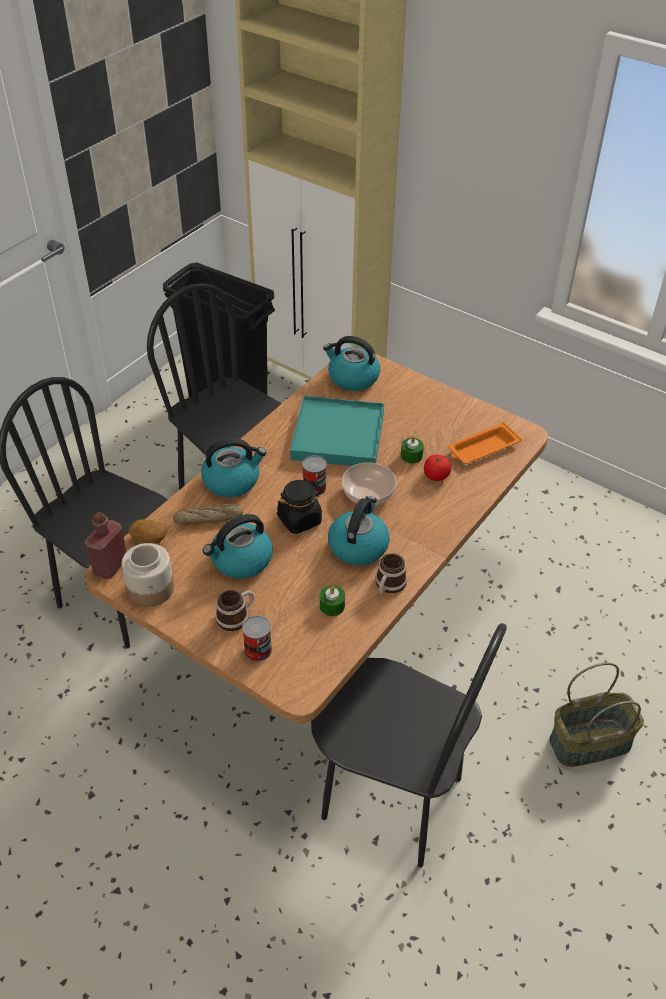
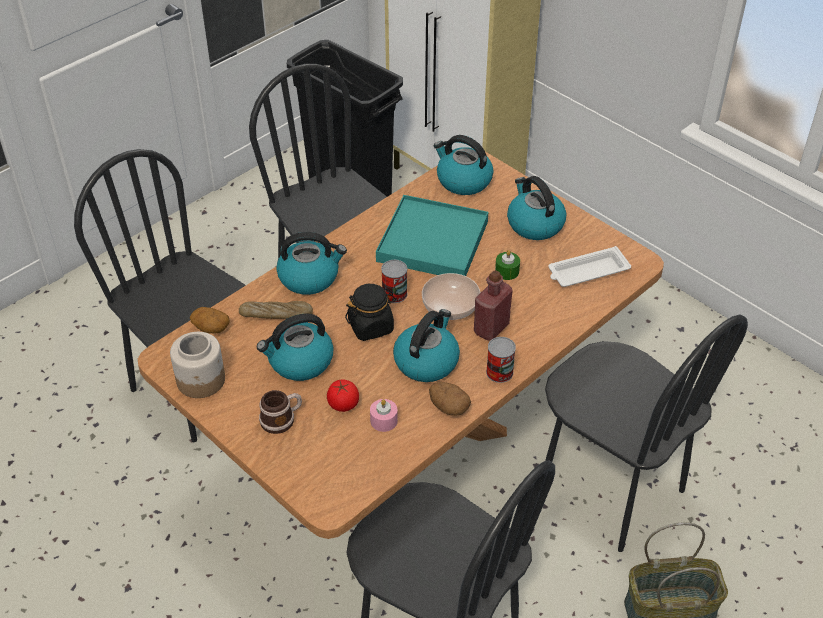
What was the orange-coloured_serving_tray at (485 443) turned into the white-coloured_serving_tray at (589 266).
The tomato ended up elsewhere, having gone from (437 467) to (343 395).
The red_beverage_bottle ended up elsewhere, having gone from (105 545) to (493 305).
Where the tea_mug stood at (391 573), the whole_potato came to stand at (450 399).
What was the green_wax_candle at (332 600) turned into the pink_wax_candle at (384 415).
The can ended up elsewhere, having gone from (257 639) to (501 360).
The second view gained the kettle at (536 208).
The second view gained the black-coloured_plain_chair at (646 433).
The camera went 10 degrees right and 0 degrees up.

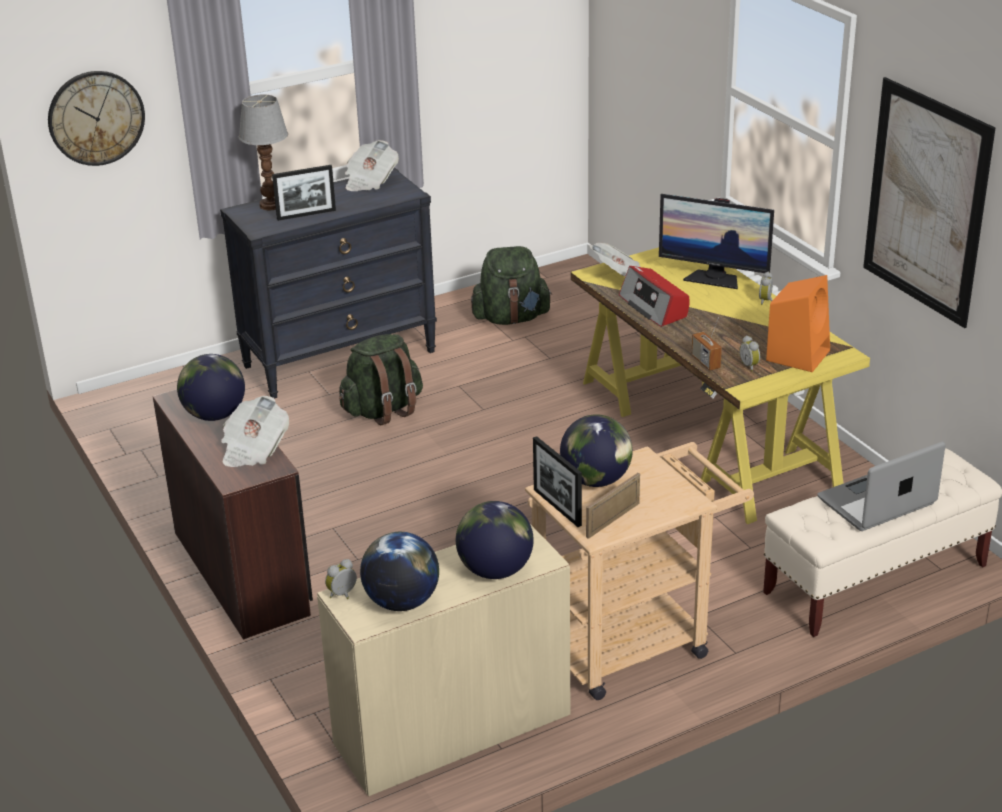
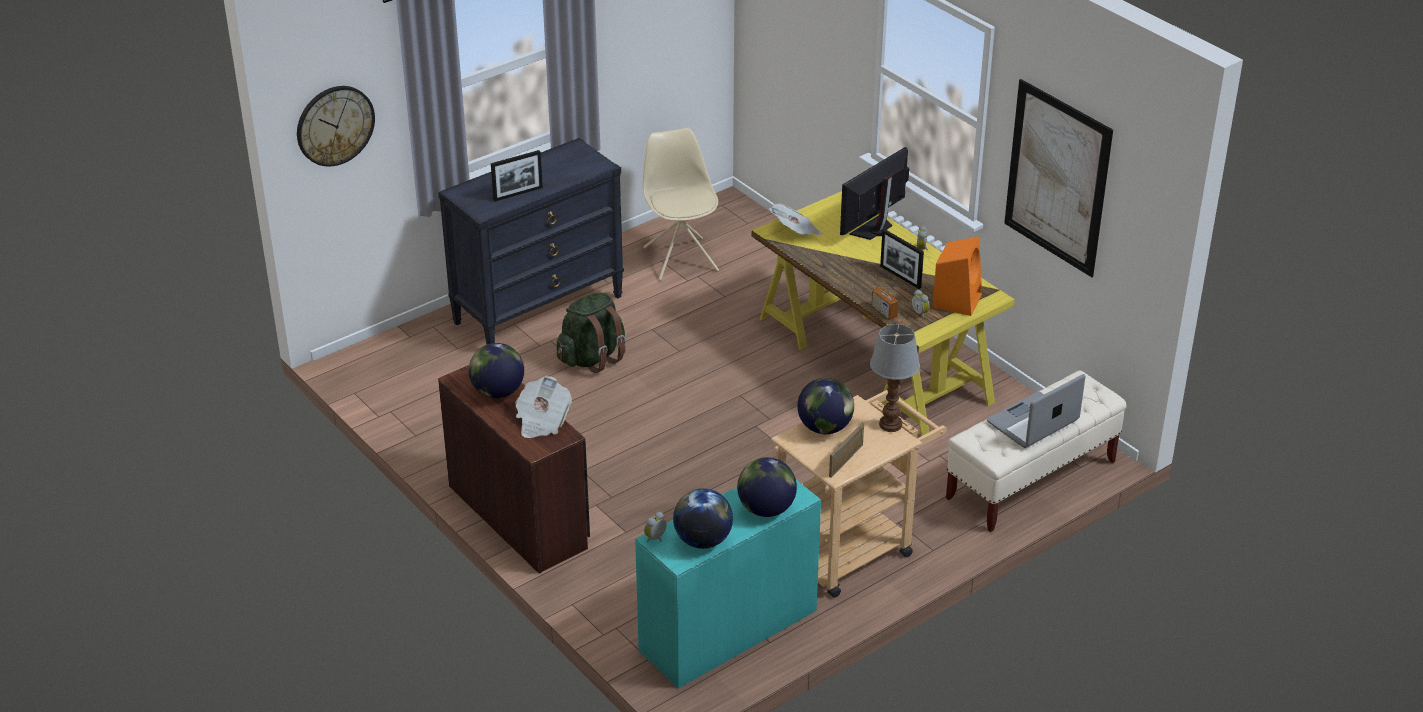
The tabletop_lamp ended up elsewhere, having gone from (263 152) to (895 378).
The second view lost the daily_paper at (372 165).
The computer_screen at (716 241) ended up facing another way, 120 degrees clockwise from before.
Where the green_knapsack stood at (511 285), the beige-coloured_plain_chair came to stand at (681 204).
The second view lost the radio_set at (654 296).
The standing_frame ended up elsewhere, having gone from (557 481) to (902 259).
What was the beige-coloured_desk at (443 660) turned into the blue-green_desk at (728 584).
The camera went 10 degrees left and 5 degrees up.

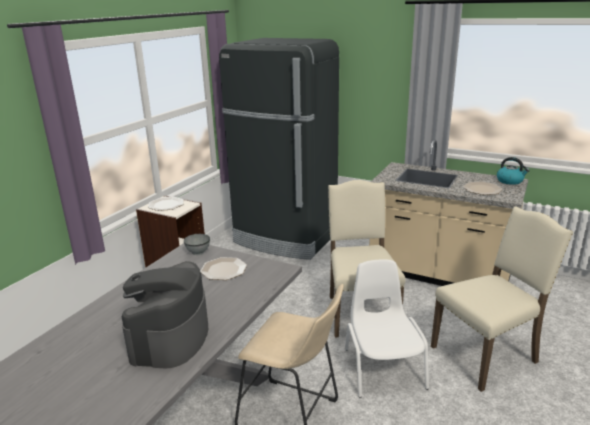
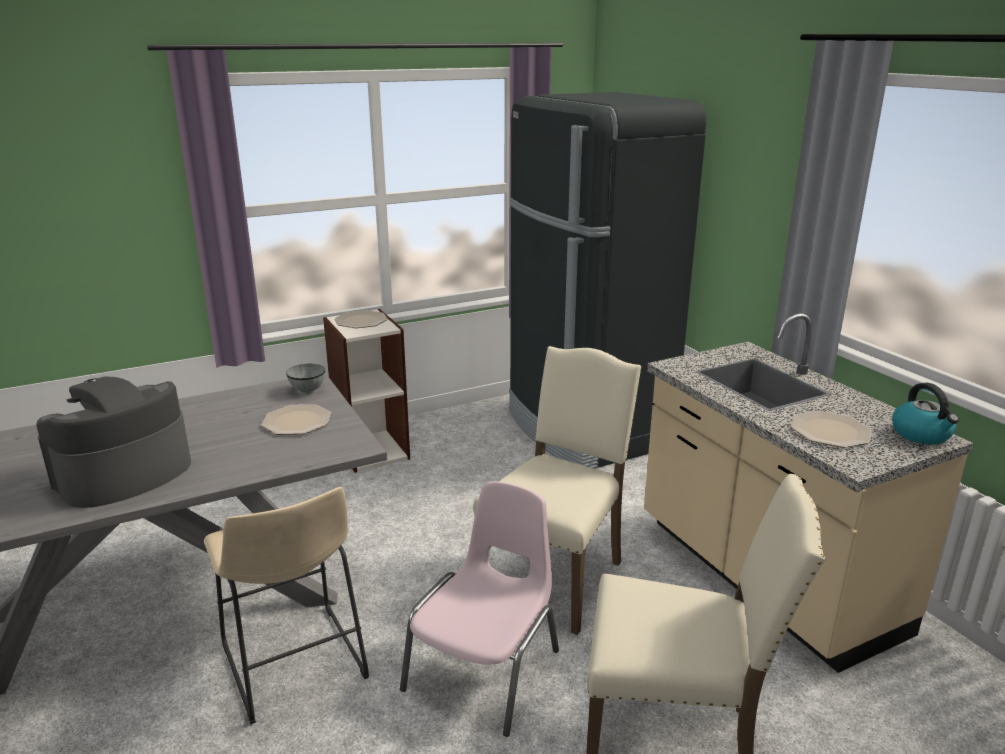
What was the white-coloured_plain_chair at (387 328) turned into the pink_plain_chair at (479 609).
The camera went 35 degrees right and 0 degrees up.

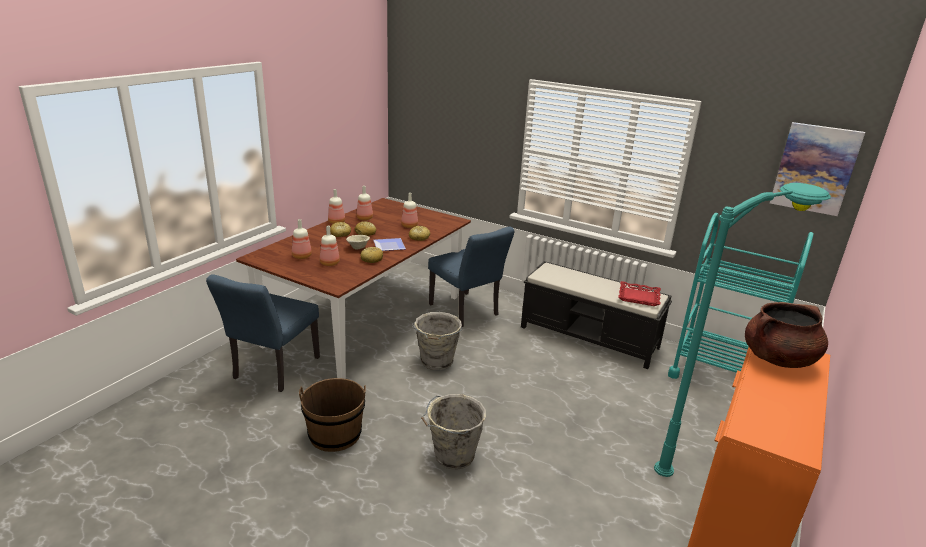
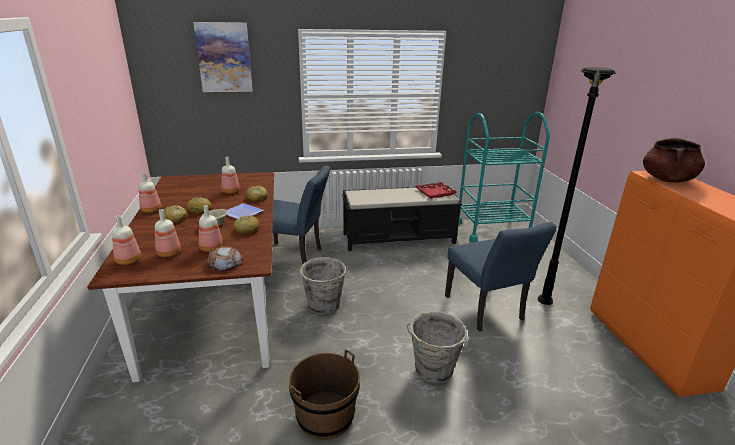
The wall_art ended up elsewhere, having gone from (817 169) to (223 57).
What was the blue-green_floor_lamp at (742 330) turned into the black-coloured_floor_lamp at (577 186).
The beverage_bottle ended up elsewhere, having gone from (364 203) to (126 240).
The blue_plain_chair ended up elsewhere, having gone from (263 333) to (501 276).
The second view gained the bread at (224 258).
The camera went 40 degrees left and 0 degrees up.

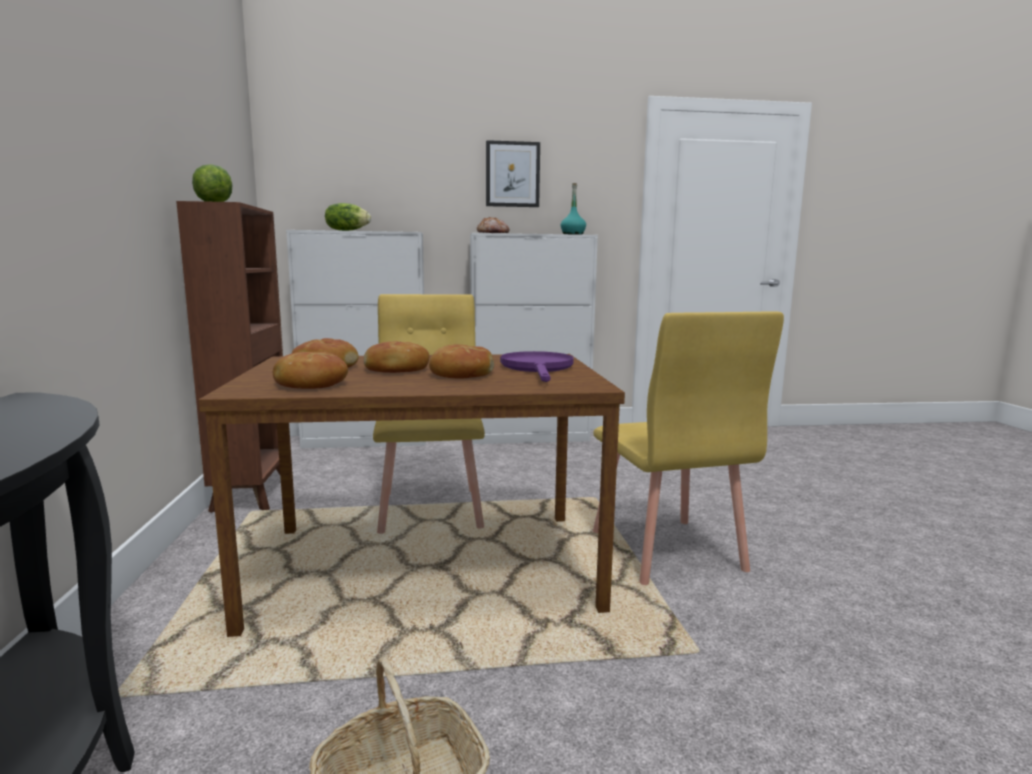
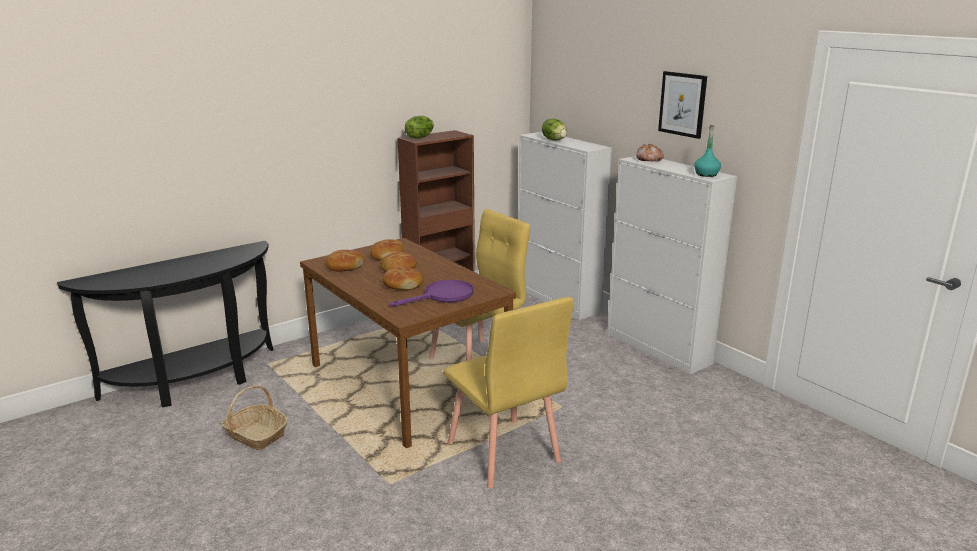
The yellow-coloured_plain_chair at (688 448) ended up facing another way, 75 degrees counterclockwise from before.
The camera went 60 degrees right and 10 degrees up.

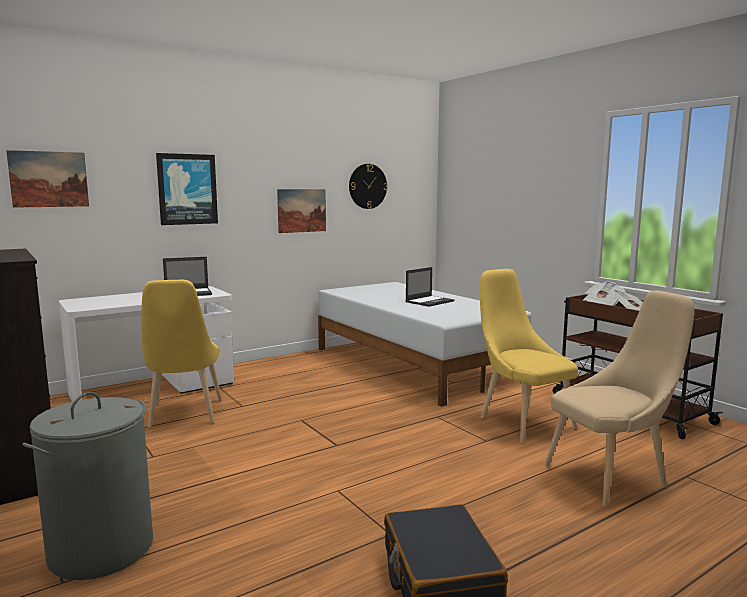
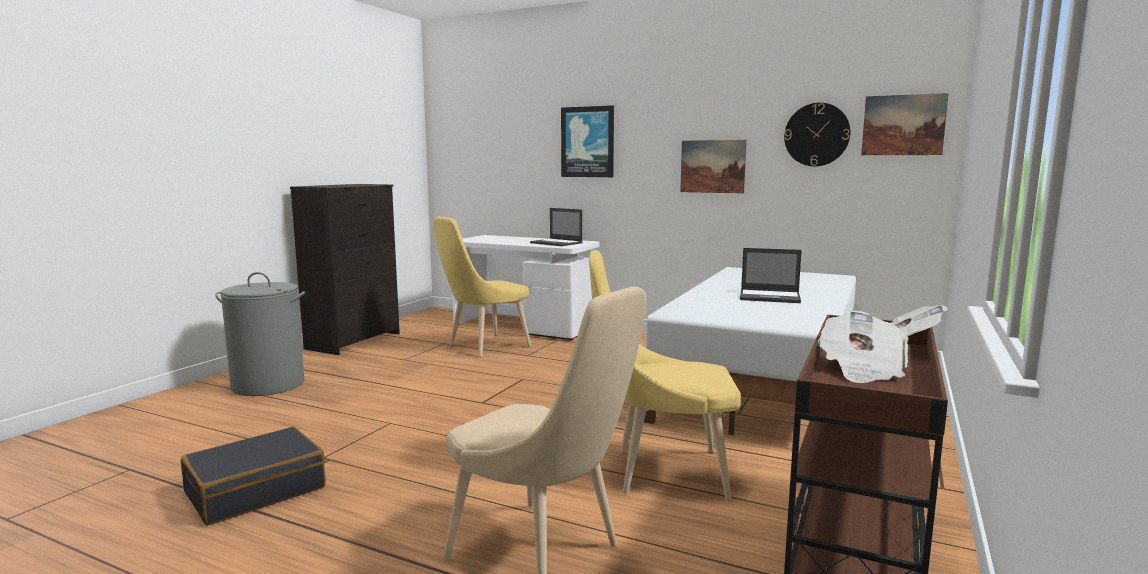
The wall_art ended up elsewhere, having gone from (47 179) to (905 124).
The yellow-coloured_plain_chair at (529 356) ended up facing another way, 120 degrees counterclockwise from before.
The camera went 60 degrees right and 0 degrees up.

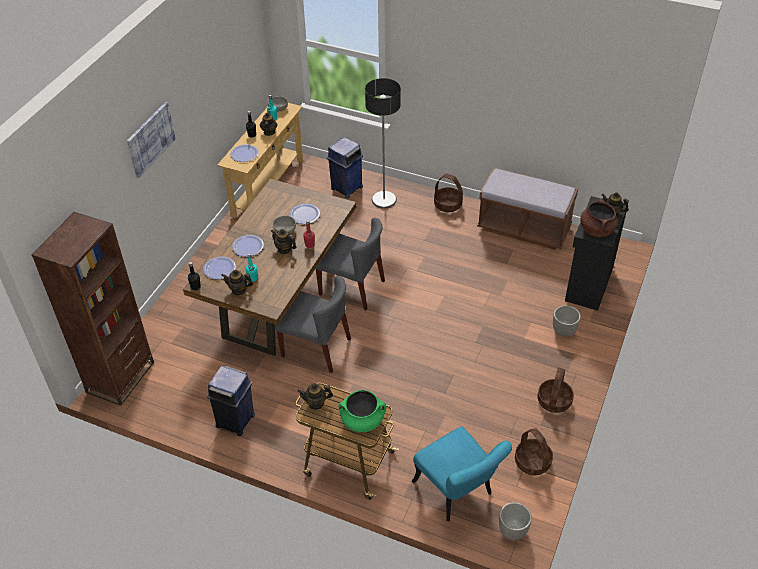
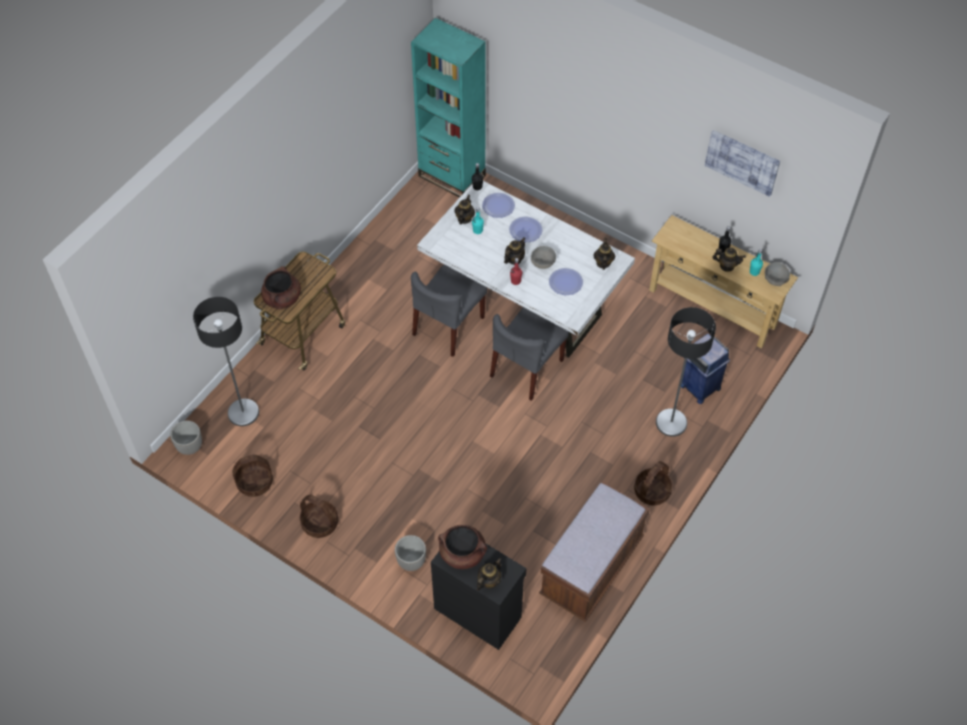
The wall_art ended up elsewhere, having gone from (151 140) to (742 163).
The second view lost the plate at (244 153).
What was the brown-coloured_kitchen_table at (269 267) turned into the white-coloured_kitchen_table at (526 269).
What was the brown-coloured_bookcase at (93 309) turned into the blue-green_bookcase at (448 107).
The second view lost the blue_trash_can at (231 401).
The tea_pot ended up elsewhere, having gone from (315 396) to (604 254).
What was the green_cooking_pot at (362 411) turned into the brown-coloured_cooking_pot at (281 288).
Where the blue-green_plain_chair stood at (462 474), the floor_lamp came to stand at (226 361).
The camera went 100 degrees right and 10 degrees up.

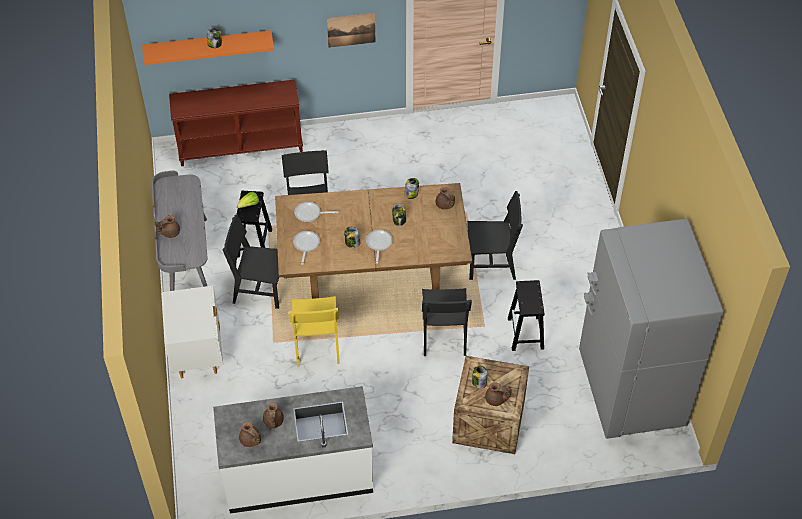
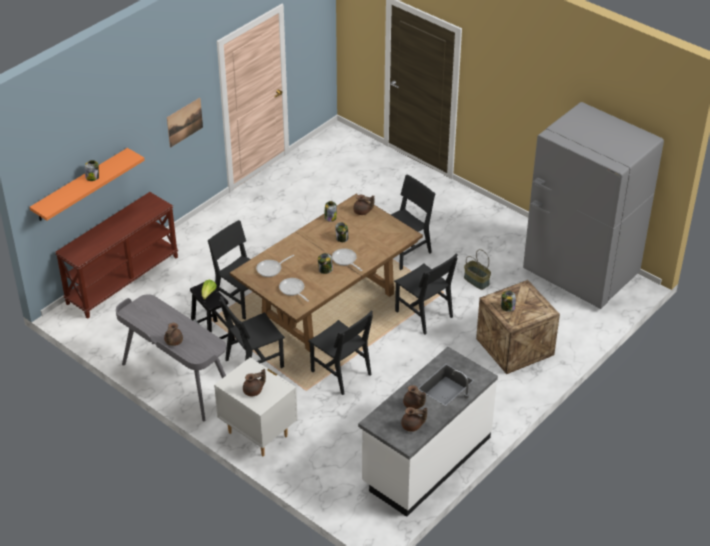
Where the black-coloured_sitting_stool stood at (526 315), the household_basket came to stand at (477 269).
What was the yellow-coloured_plain_chair at (314 331) turned into the black-coloured_plain_chair at (340 352).
The brown-coloured_tea_pot ended up elsewhere, having gone from (498 394) to (254 382).
The camera went 40 degrees left and 10 degrees down.

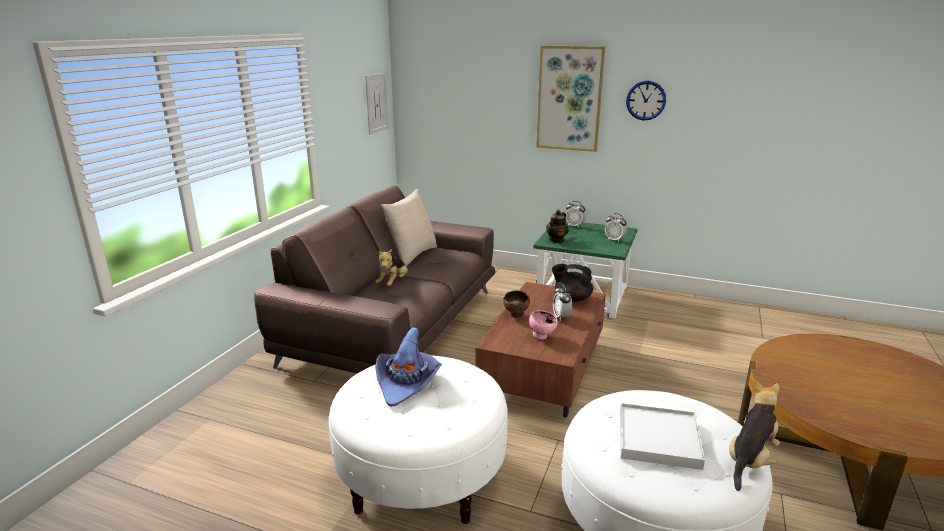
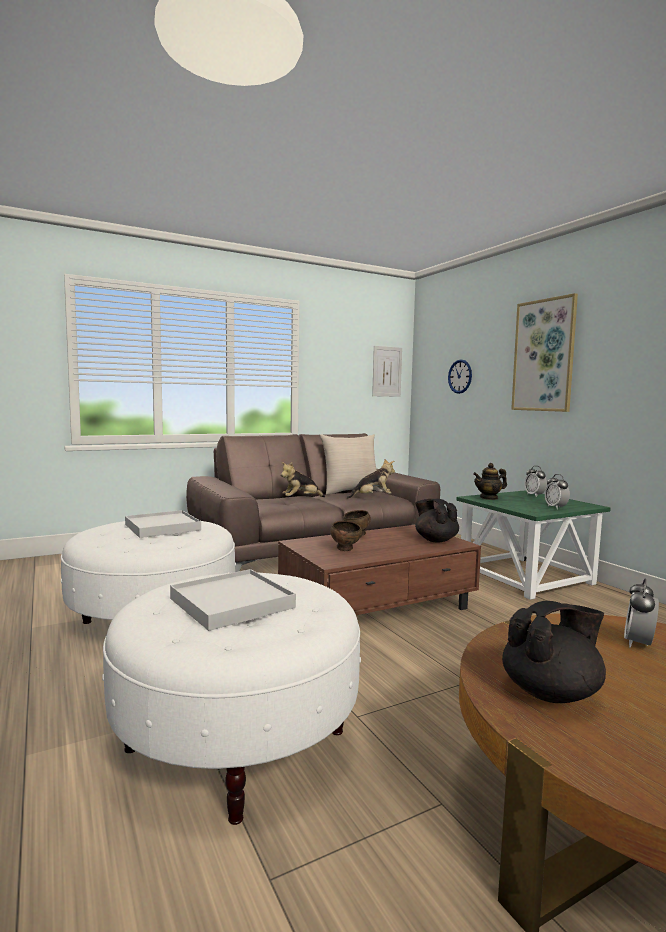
The hanging_clock ended up elsewhere, having gone from (646 101) to (460 377).
The table_clock ended up elsewhere, having gone from (562 303) to (641 613).
What was the pink_deep_dish at (543 324) turned into the brown-coloured_deep_dish at (346 536).
Where the purple-coloured_wearable_hat stood at (408 367), the white-coloured_serving_tray came to stand at (163 524).
The soft_toy ended up elsewhere, having gone from (754 436) to (371 479).
The second view gained the black-coloured_tea_pot at (554 652).
The camera went 40 degrees right and 15 degrees down.

